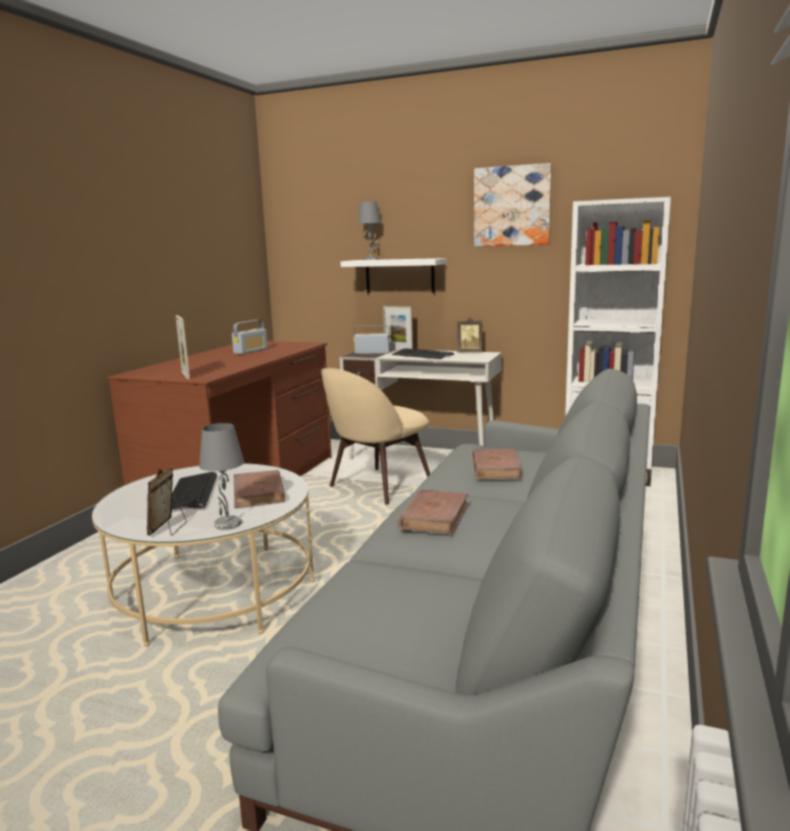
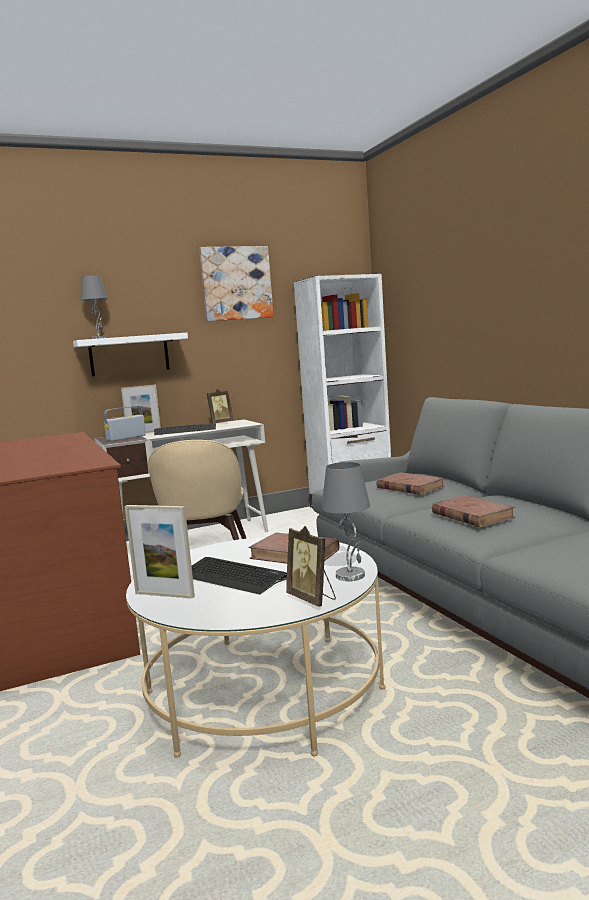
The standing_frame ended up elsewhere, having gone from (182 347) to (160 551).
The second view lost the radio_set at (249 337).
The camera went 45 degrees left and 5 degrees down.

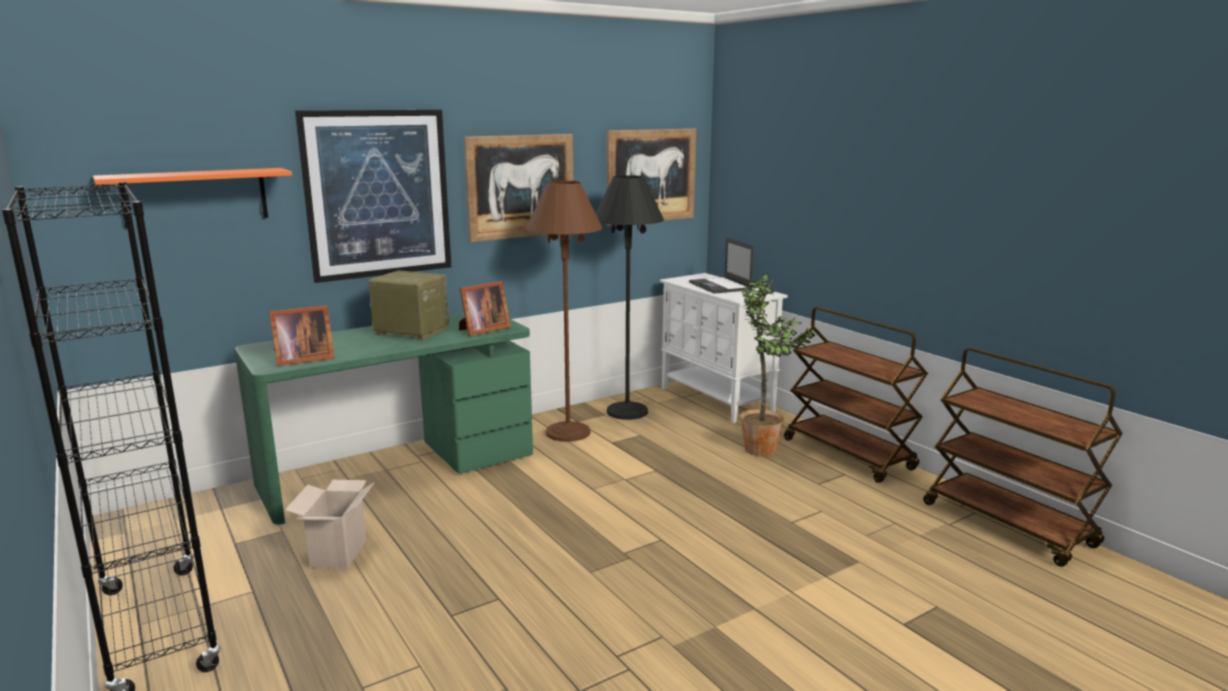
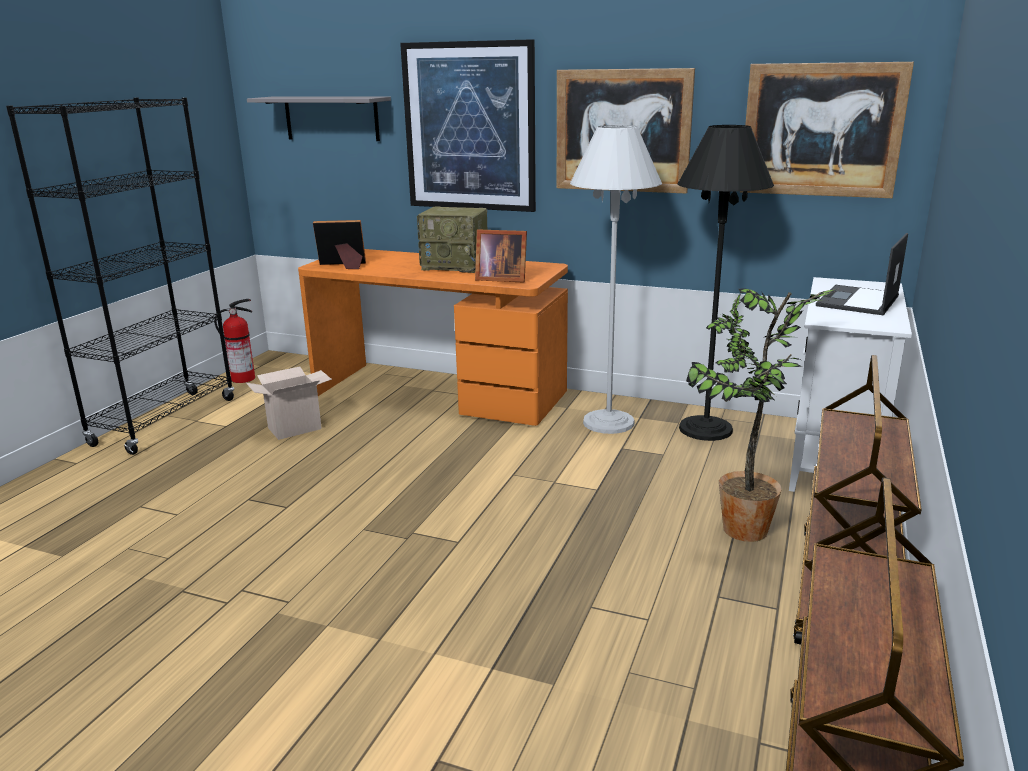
What was the orange-coloured_shelf at (192 198) turned into the gray_shelf at (319 118).
What was the brown-coloured_floor_lamp at (564 311) turned into the white-coloured_floor_lamp at (616 279).
The radio_set at (408 305) ended up facing another way, 120 degrees clockwise from before.
The standing_frame at (302 335) ended up facing another way, 150 degrees clockwise from before.
What was the green_desk at (383 418) turned into the orange-coloured_desk at (433 337).
The second view gained the fire_extinguisher at (234 341).
The camera went 55 degrees right and 5 degrees up.

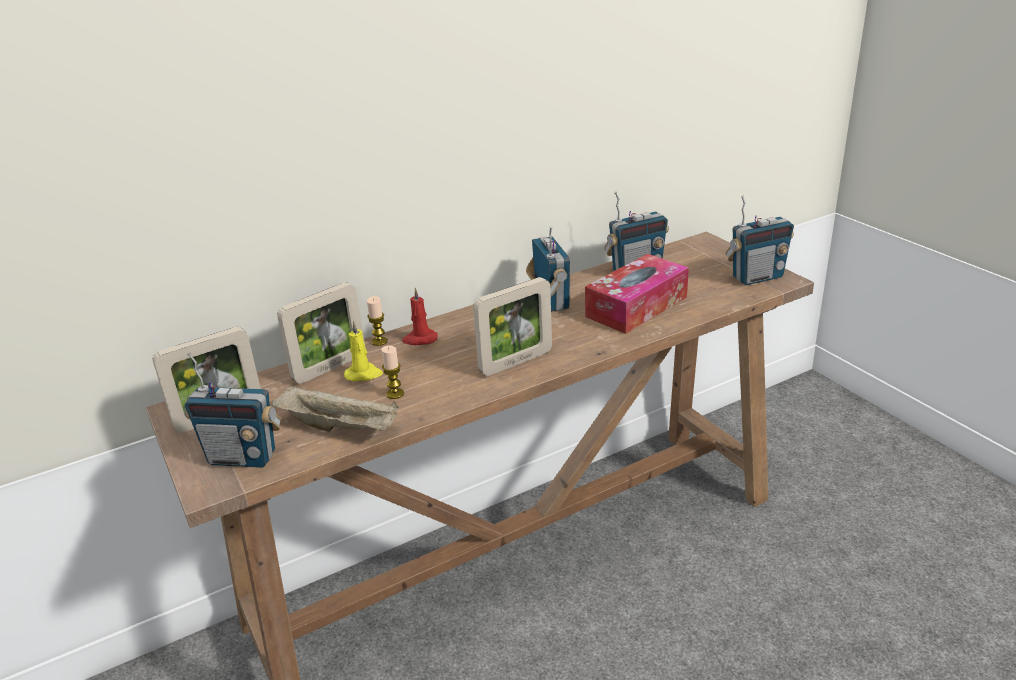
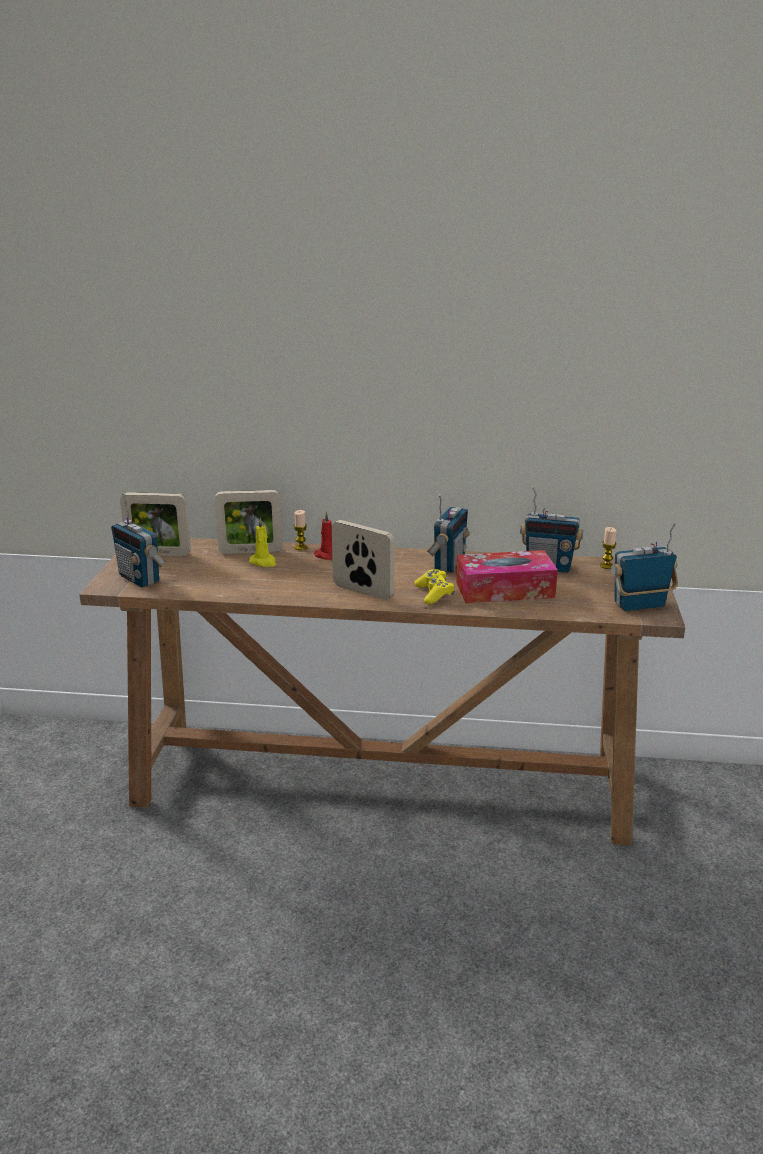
The radio_set at (759 240) ended up facing another way, 150 degrees clockwise from before.
The standing_frame at (512 326) ended up facing another way, 150 degrees counterclockwise from before.
The wax_candle ended up elsewhere, having gone from (392 372) to (608 548).
The second view lost the beige-coloured_serving_tray at (335 408).
The second view gained the yellow-coloured_gamepad at (434 586).
The camera went 35 degrees right and 5 degrees down.

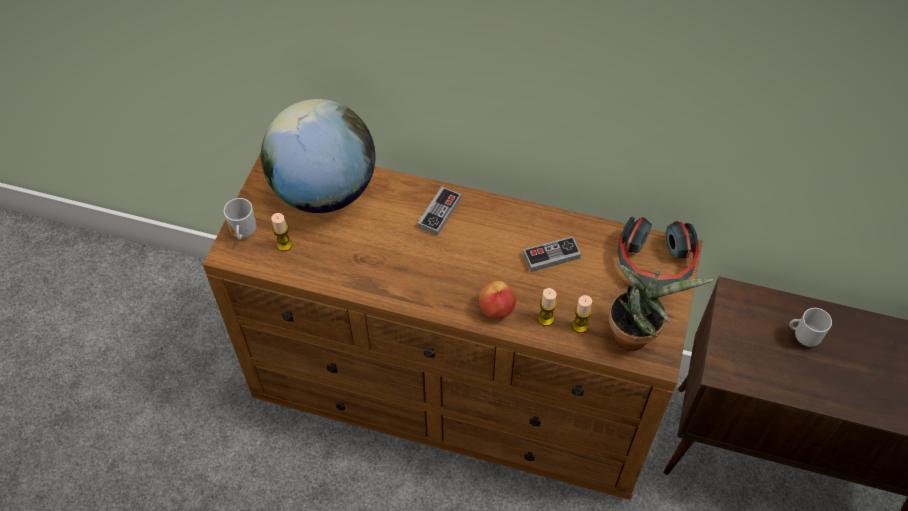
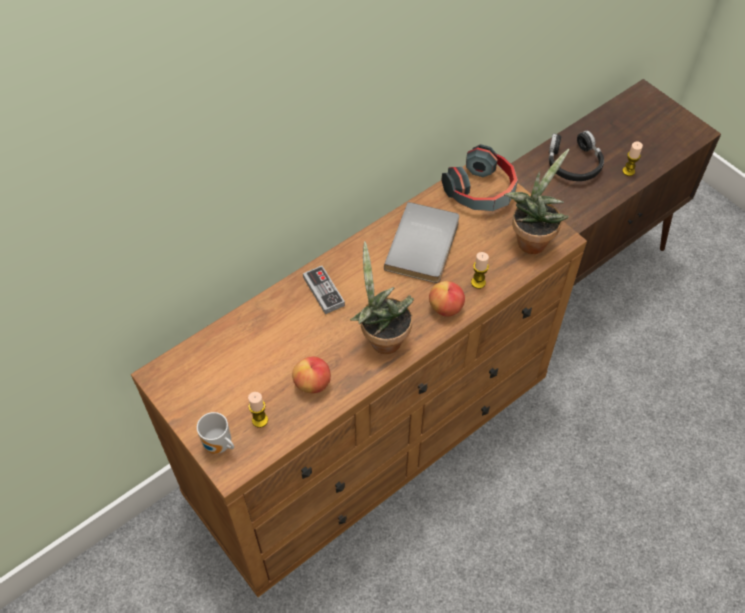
The second view lost the desk_globe at (318 156).
Where the gamepad stood at (552 254), the gray_volume came to stand at (421 242).
The wax_candle ended up elsewhere, having gone from (582 314) to (632 159).
Where the tea_mug stood at (810 327), the black-coloured_headphones came to stand at (576 156).
The second view gained the houseplant at (382 297).
The second view gained the apple at (311 374).
The camera went 55 degrees left and 0 degrees up.

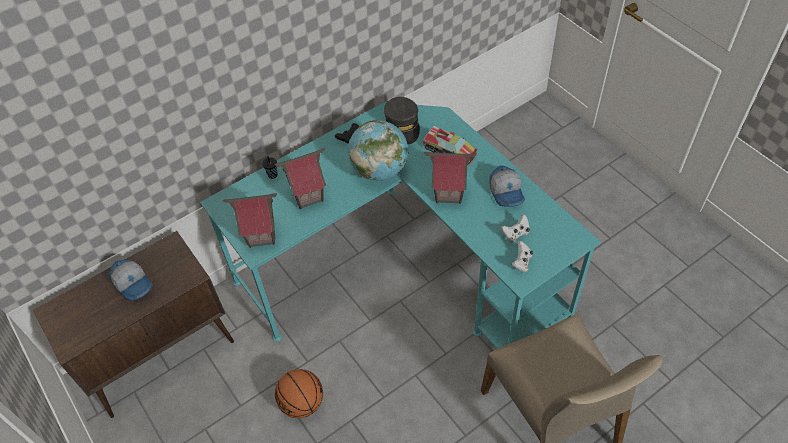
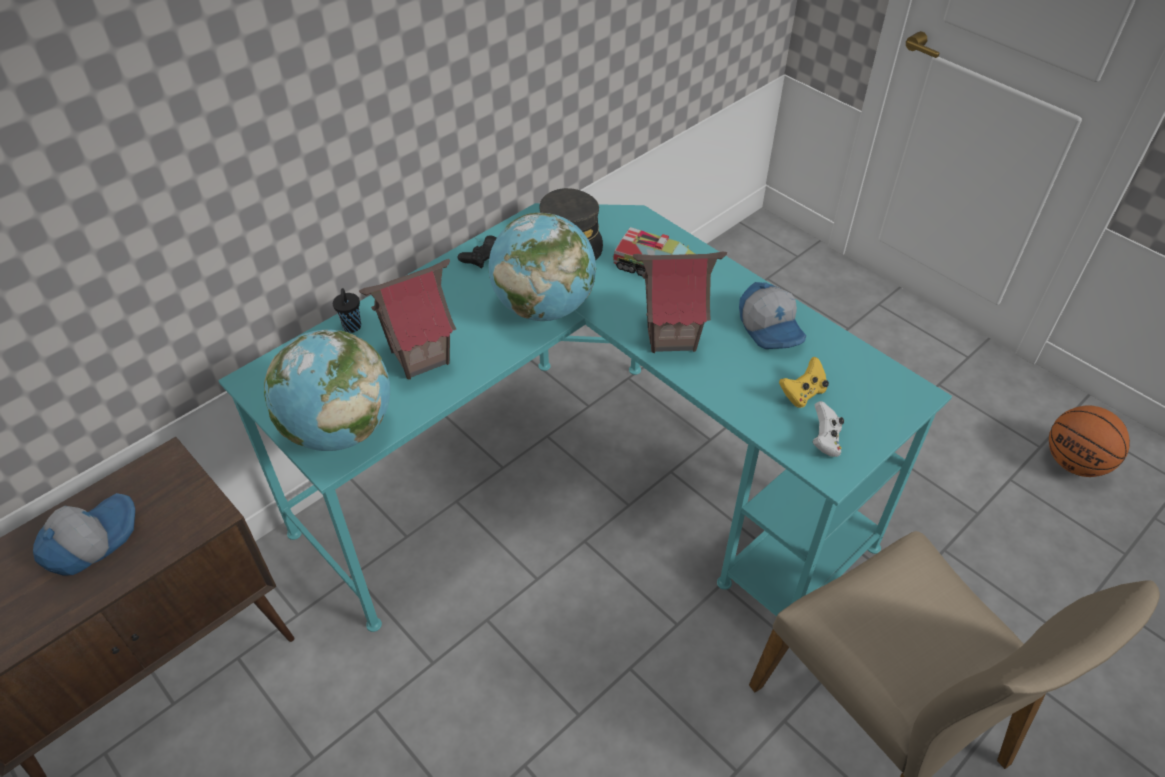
Where the miniature_house stood at (250 220), the desk_globe came to stand at (327 390).
What was the white-coloured_gamepad at (515 228) turned into the yellow-coloured_gamepad at (804 382).
The peaked_cap at (131 280) ended up facing another way, 90 degrees counterclockwise from before.
The basketball ended up elsewhere, having gone from (299 393) to (1089 441).
The camera went 10 degrees left and 5 degrees down.

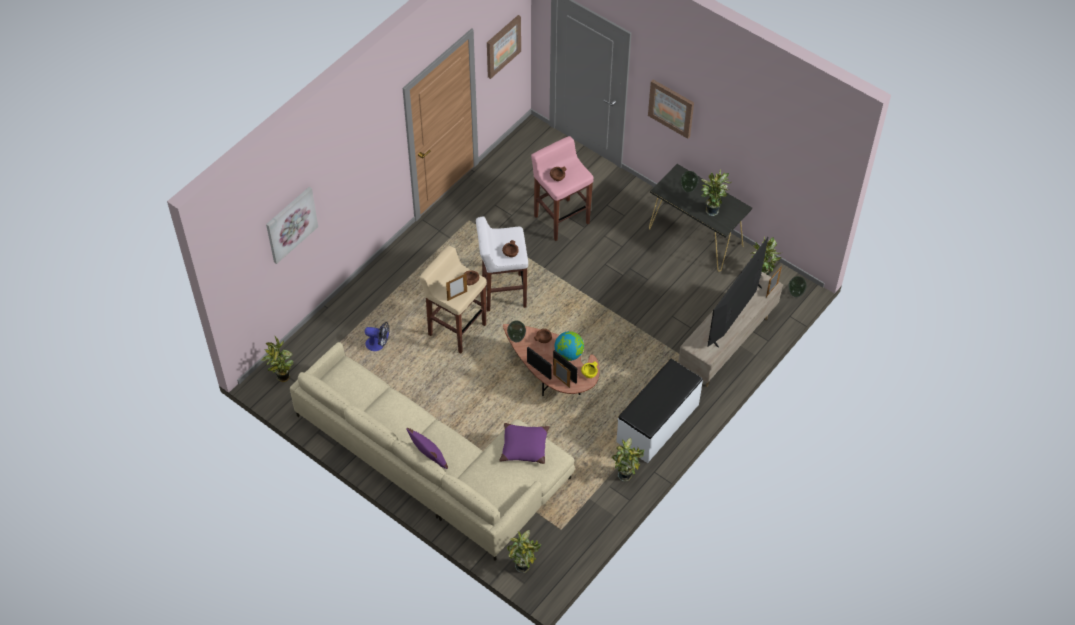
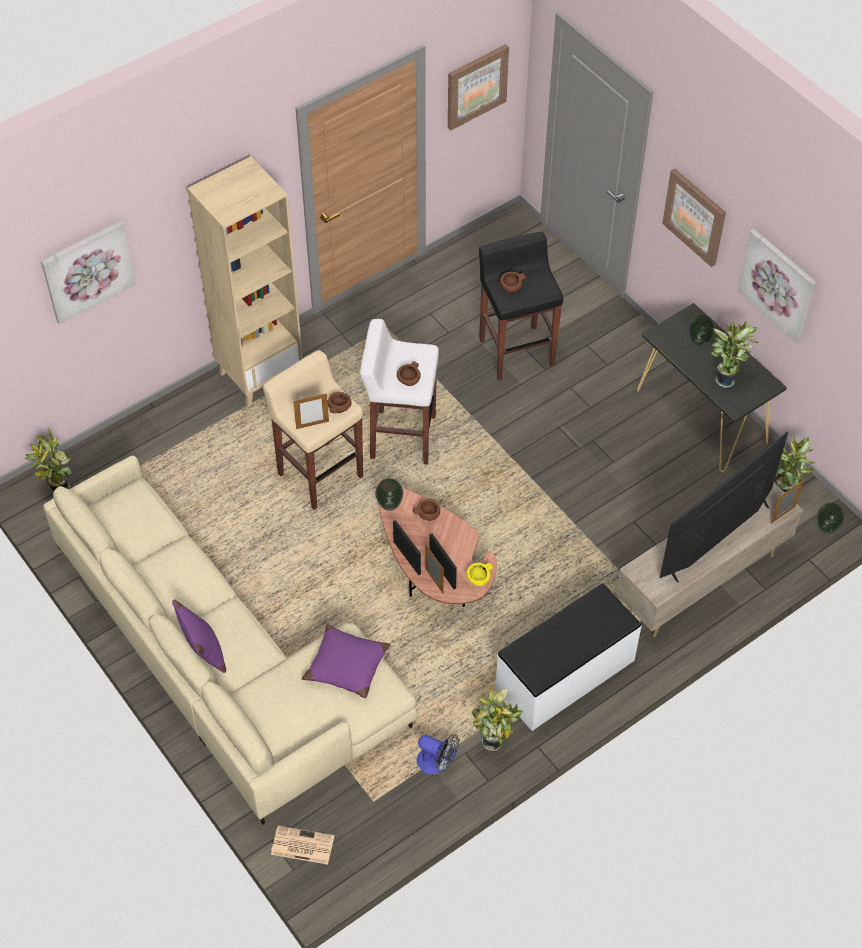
What was the pink_sitting_stool at (562 188) turned into the black-coloured_sitting_stool at (521 306).
The fan ended up elsewhere, having gone from (377 336) to (438 754).
The second view lost the desk_globe at (569 346).
Where the houseplant stood at (524 551), the daily_paper came to stand at (302 845).
The second view gained the beige-coloured_bookcase at (245 281).
The second view gained the wall_art at (777 286).
The camera went 15 degrees right and 0 degrees up.

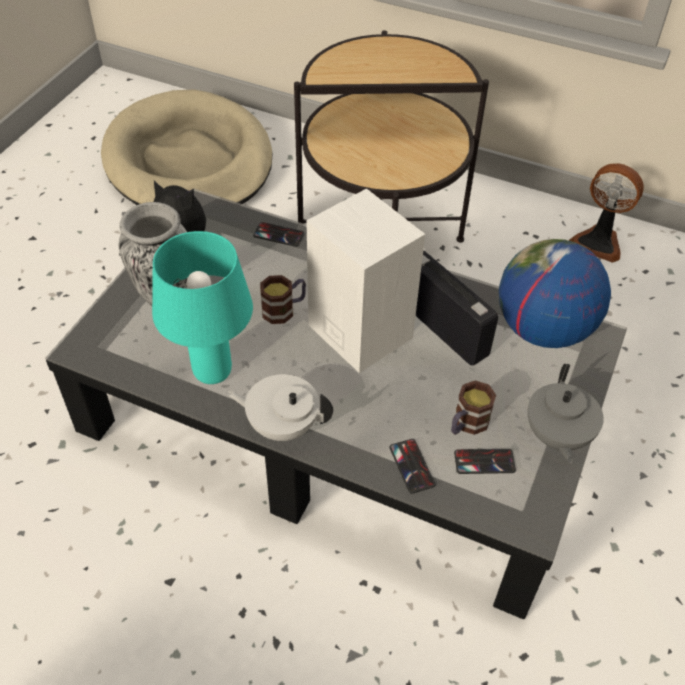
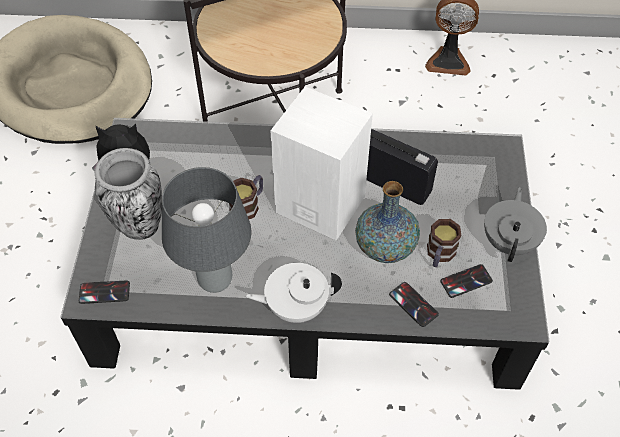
The telephone ended up elsewhere, having gone from (278 234) to (104 292).
What was the blue-green_tabletop_lamp at (202 307) turned into the gray_tabletop_lamp at (206 230).
The second view lost the desk_globe at (555 293).
The gray_tea_pot at (566 413) ended up facing another way, 150 degrees counterclockwise from before.
The second view gained the flower_vase at (387 222).
The camera went 20 degrees left and 5 degrees up.

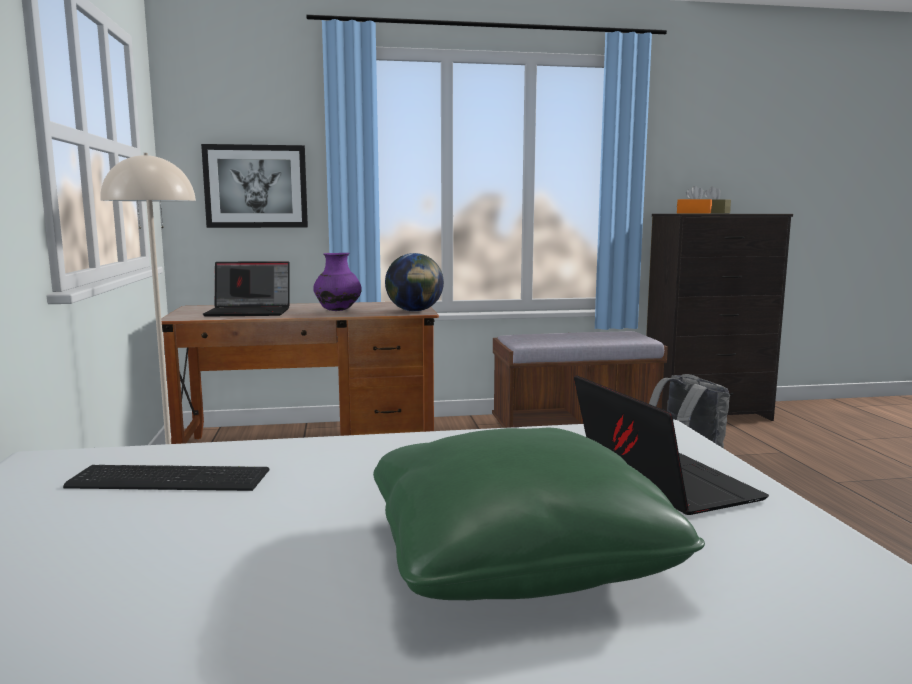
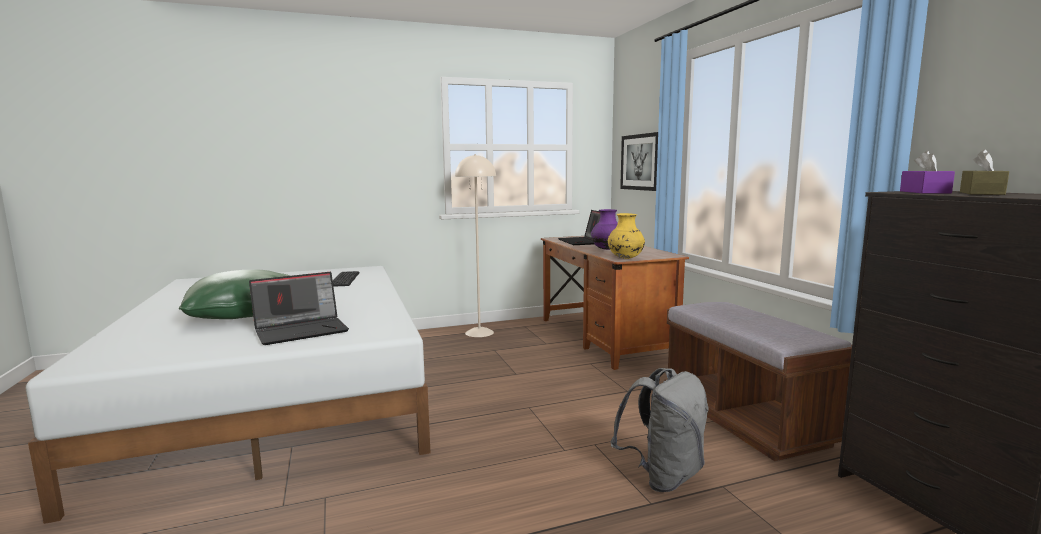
What was the orange-coloured_box_of_tissues at (694 199) turned into the purple-coloured_box_of_tissues at (927 171).
Where the desk_globe stood at (414 282), the yellow-coloured_flower_vase came to stand at (626 236).
The camera went 80 degrees right and 0 degrees up.

